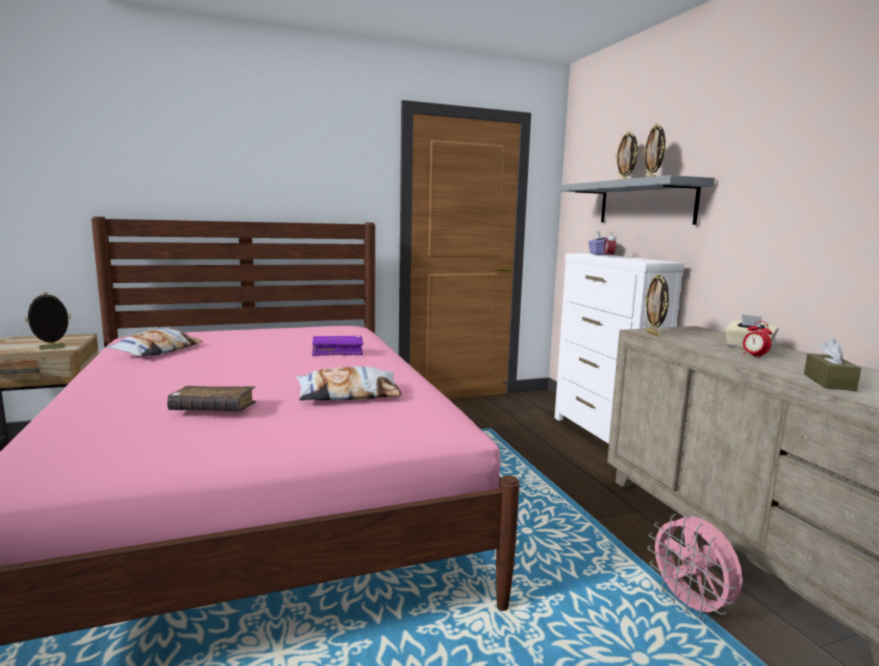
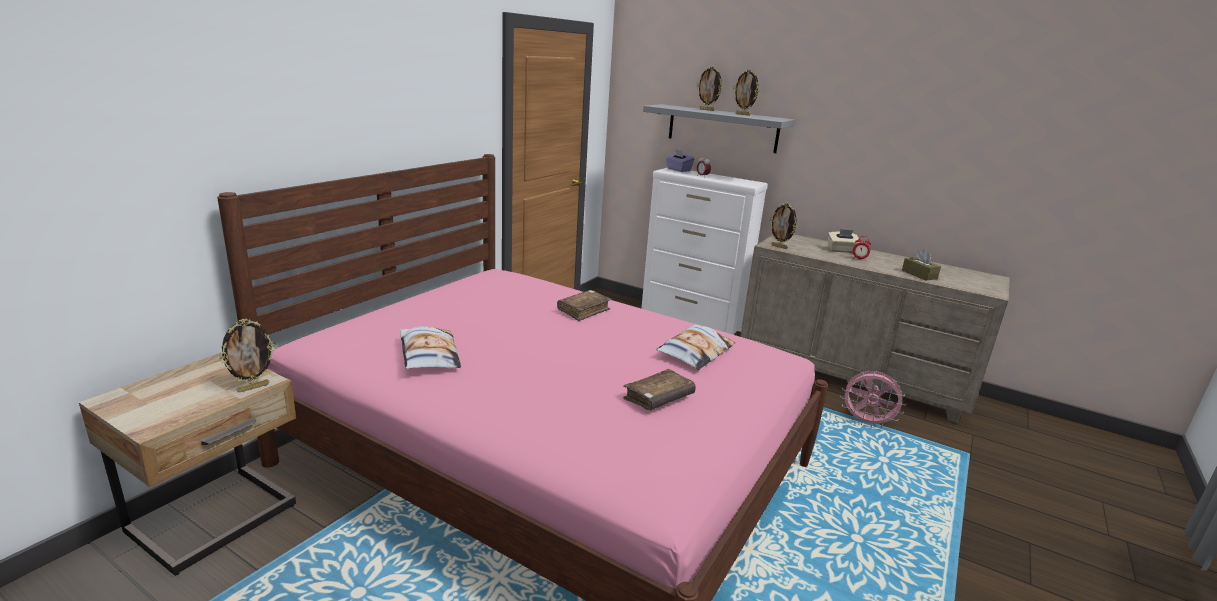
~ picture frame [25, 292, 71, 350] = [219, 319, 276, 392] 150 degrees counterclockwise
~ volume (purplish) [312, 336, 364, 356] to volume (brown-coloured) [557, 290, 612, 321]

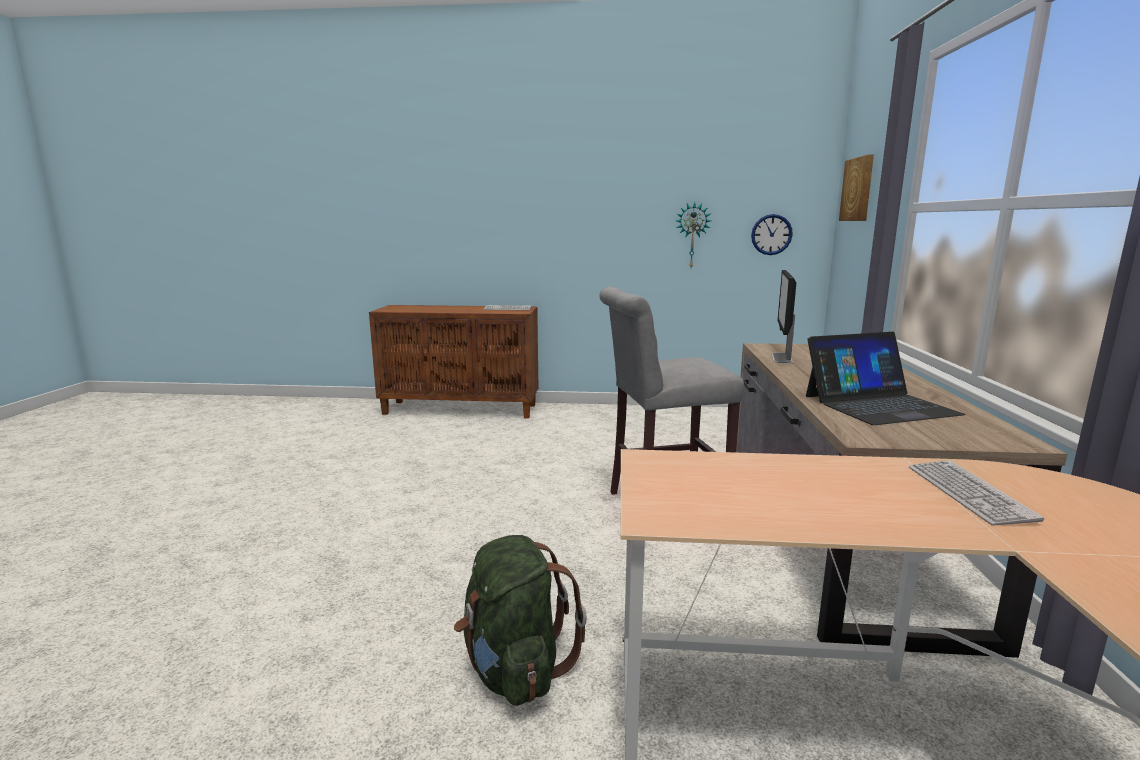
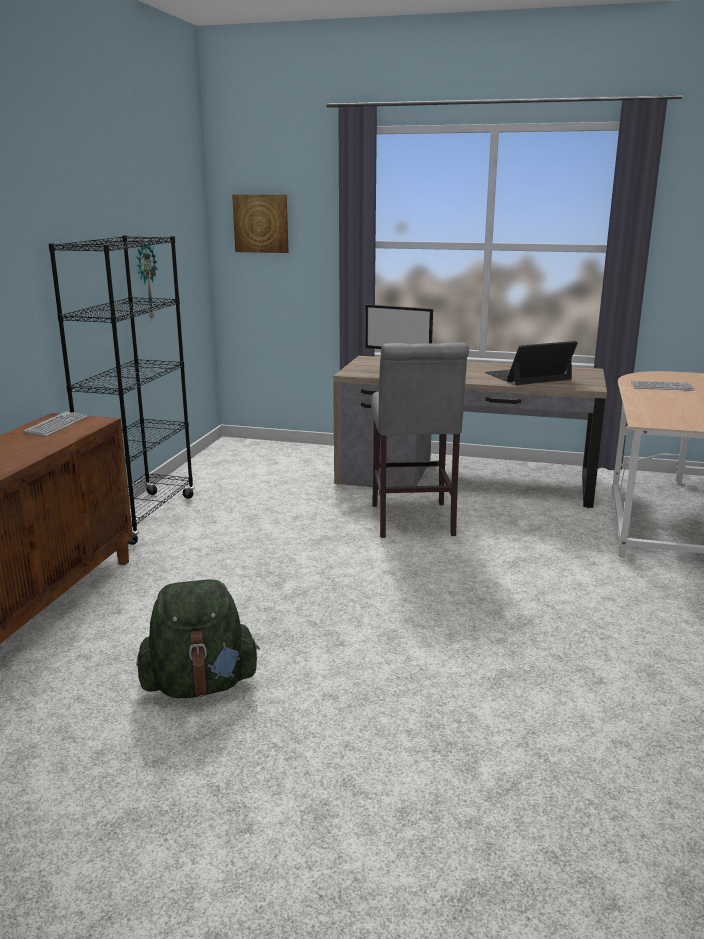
+ bookcase (black-coloured) [49, 235, 194, 545]
~ backpack (greenish) [454, 535, 587, 706] to [136, 579, 260, 698]
~ laptop [806, 332, 966, 425] = [485, 341, 578, 385] 105 degrees counterclockwise
- wall clock [751, 214, 793, 255]

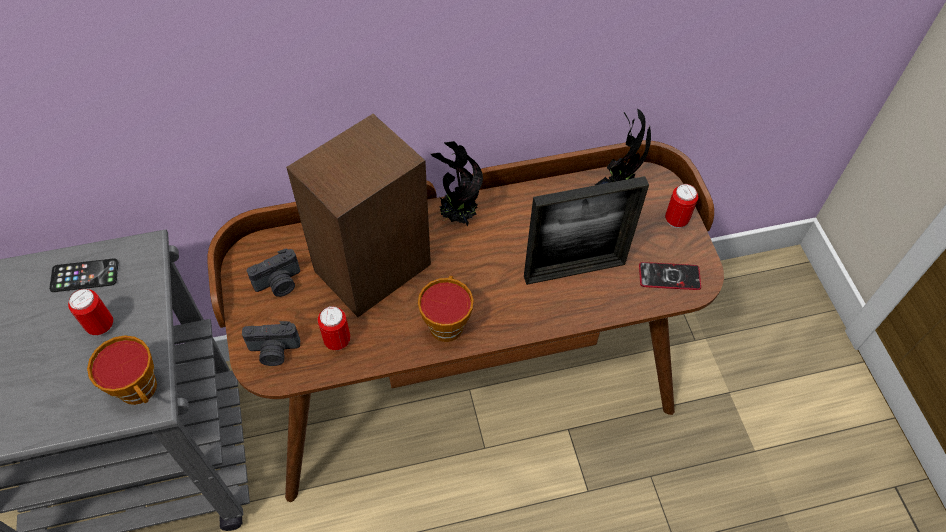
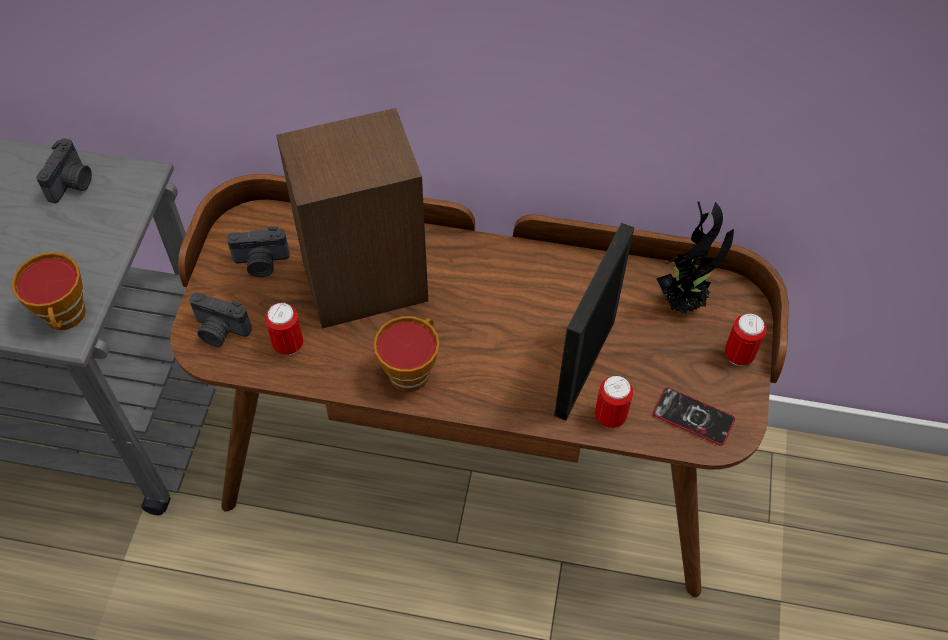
~ phone [49, 258, 118, 292] to photo camera [36, 138, 92, 203]
~ picture frame [524, 176, 649, 285] = [554, 223, 634, 420] 105 degrees clockwise
~ can [68, 289, 113, 335] to [595, 375, 633, 428]
- plant in a pot [431, 141, 483, 227]

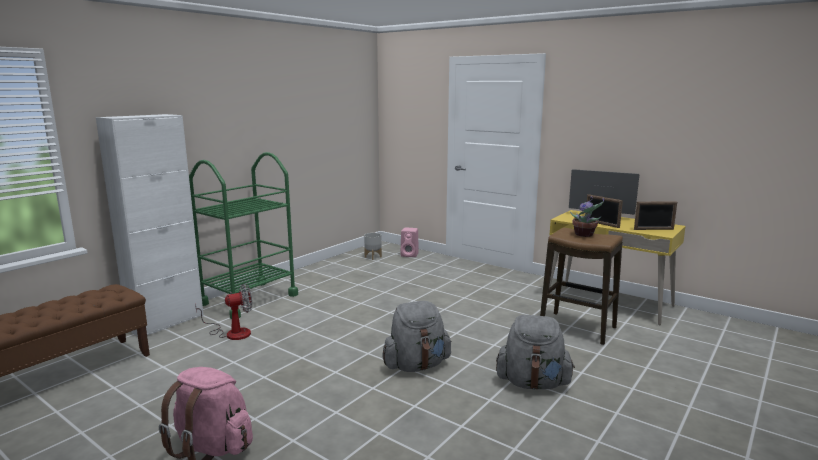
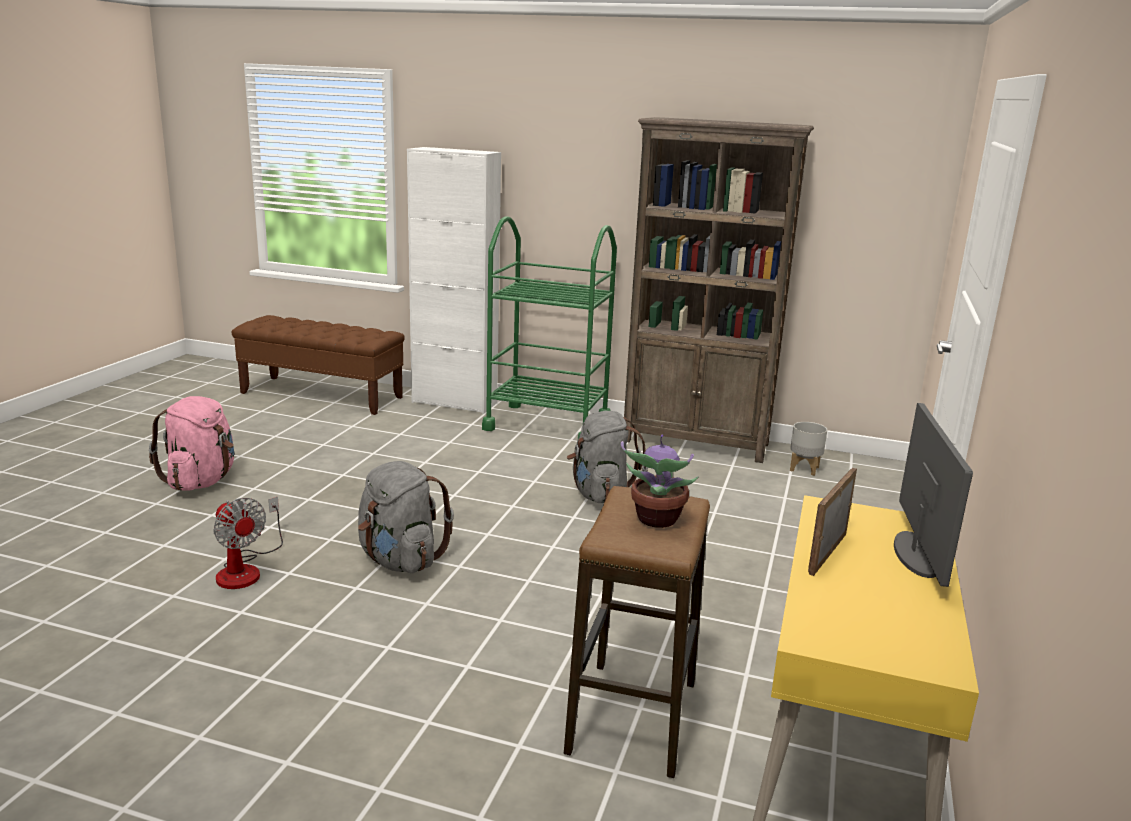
~ cooling fan [195, 284, 252, 340] to [213, 497, 283, 589]
~ backpack (greyish) [496, 315, 575, 390] to [567, 411, 648, 503]
+ bookcase (brown-coloured) [624, 117, 814, 463]
- speaker (pinkish) [400, 227, 419, 257]
- picture frame [634, 201, 677, 230]

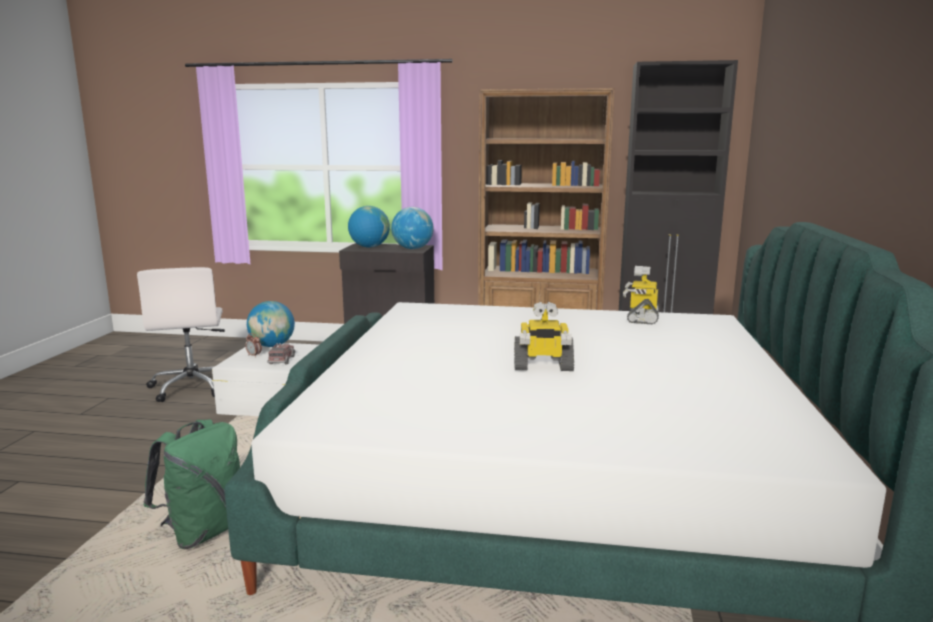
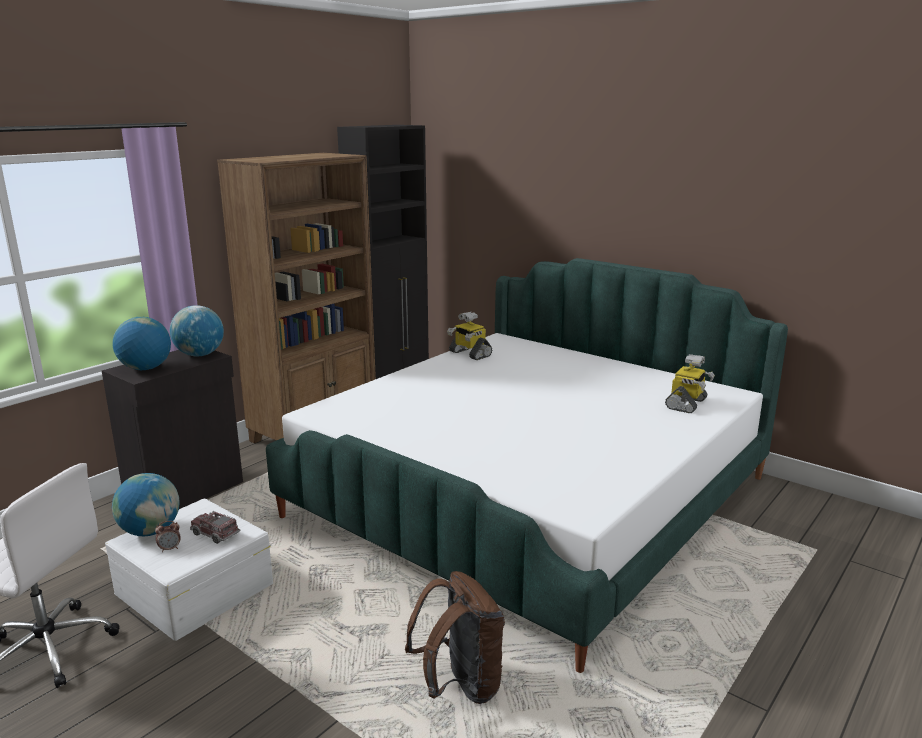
~ backpack (greenish) [143, 419, 240, 549] to backpack (brown-coloured) [405, 571, 505, 704]
~ robot figure [514, 302, 574, 371] to [665, 354, 715, 413]

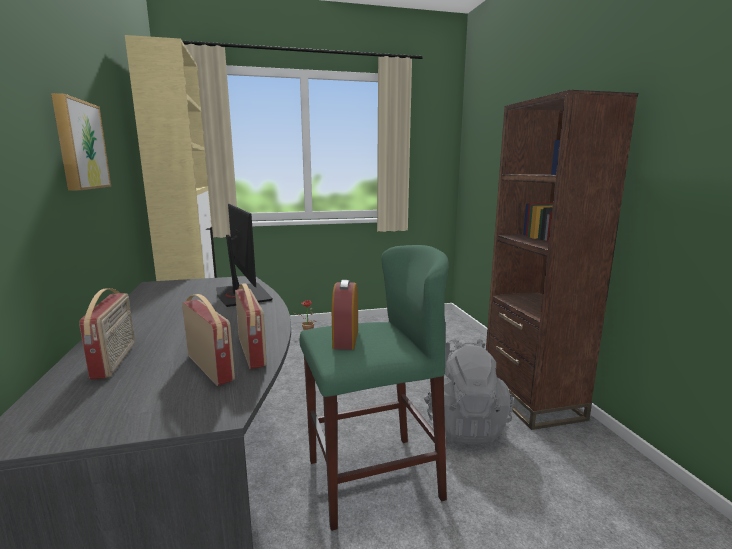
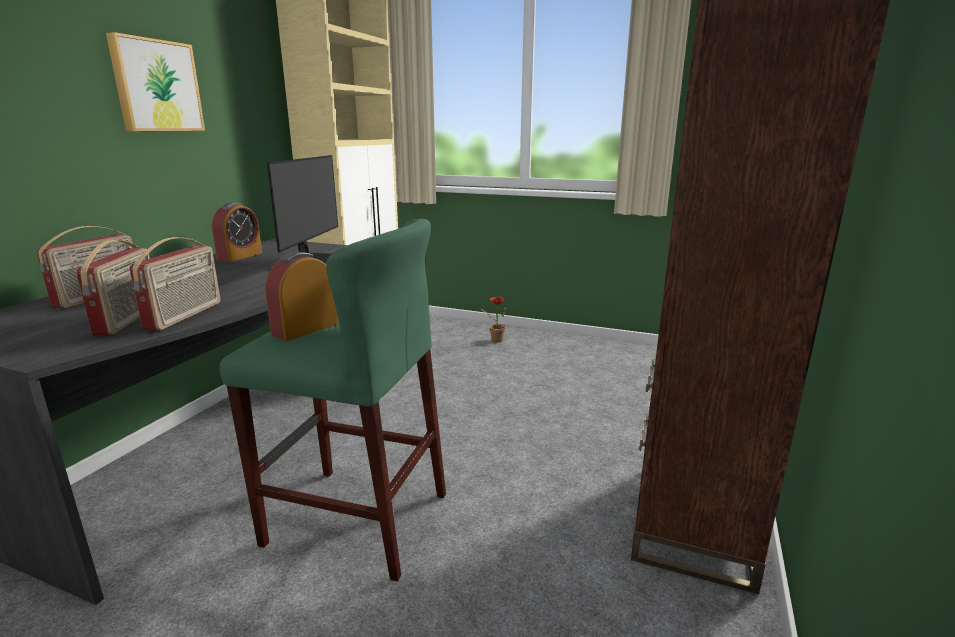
+ alarm clock [212, 202, 262, 262]
- backpack (greyish) [424, 338, 514, 444]

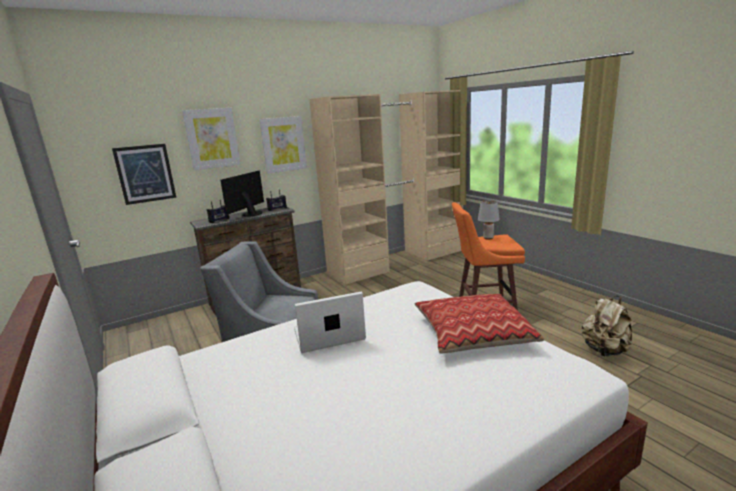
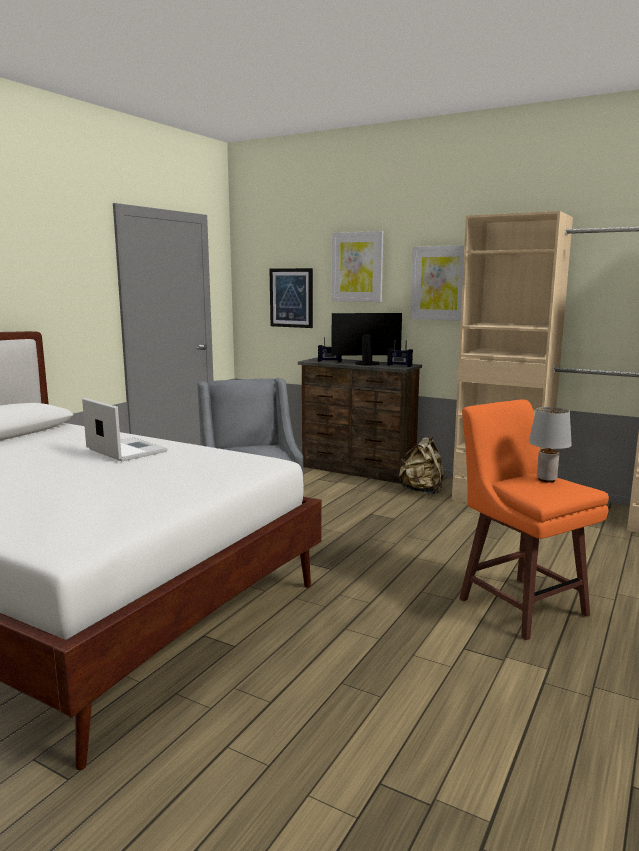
~ backpack (sand-coloured) [582, 296, 632, 356] to [399, 436, 445, 495]
- cushion [415, 294, 545, 354]

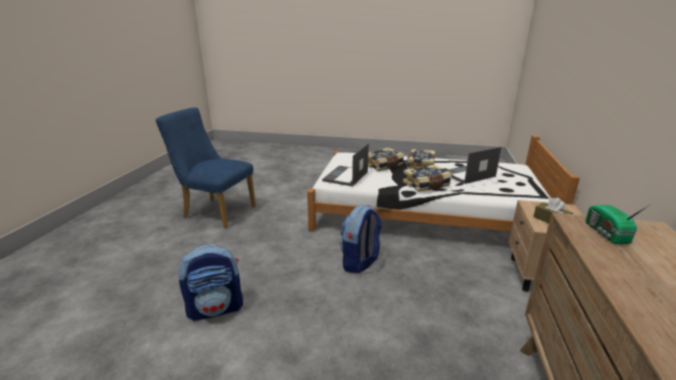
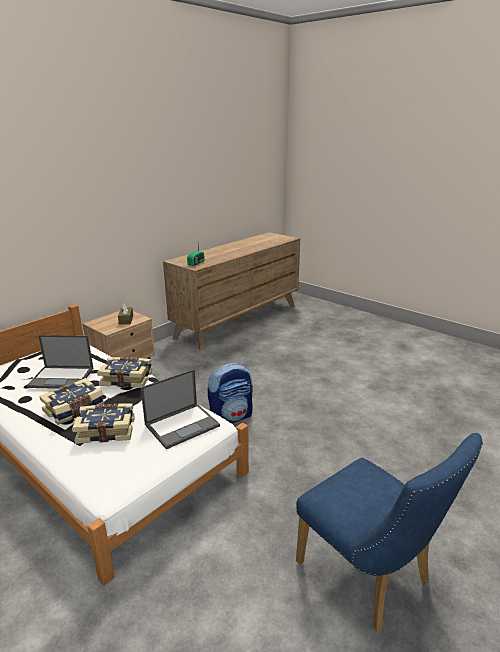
- backpack [179, 244, 243, 320]

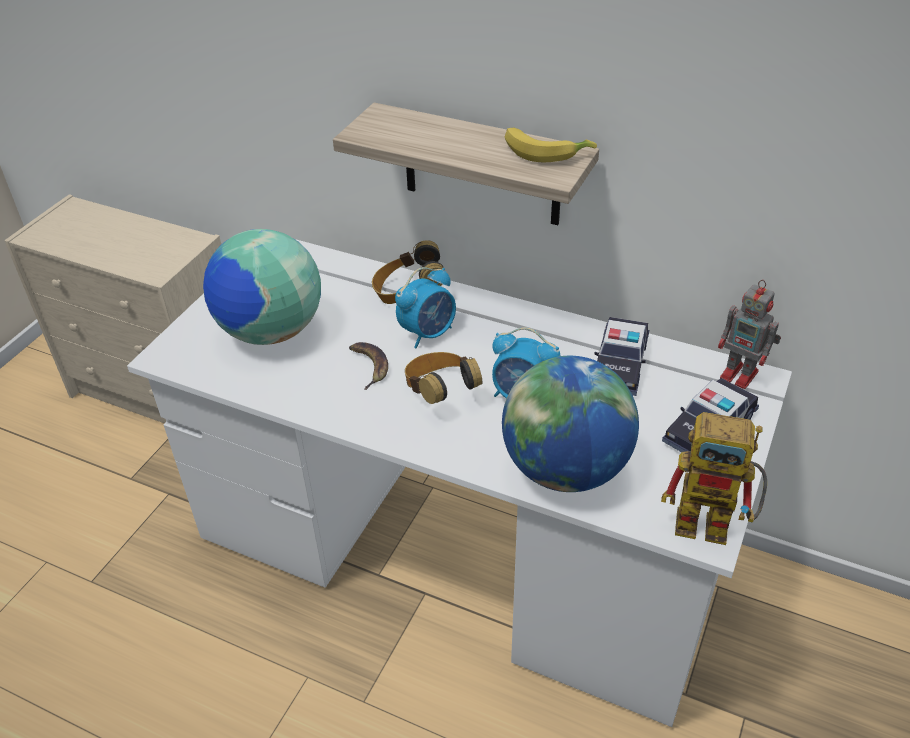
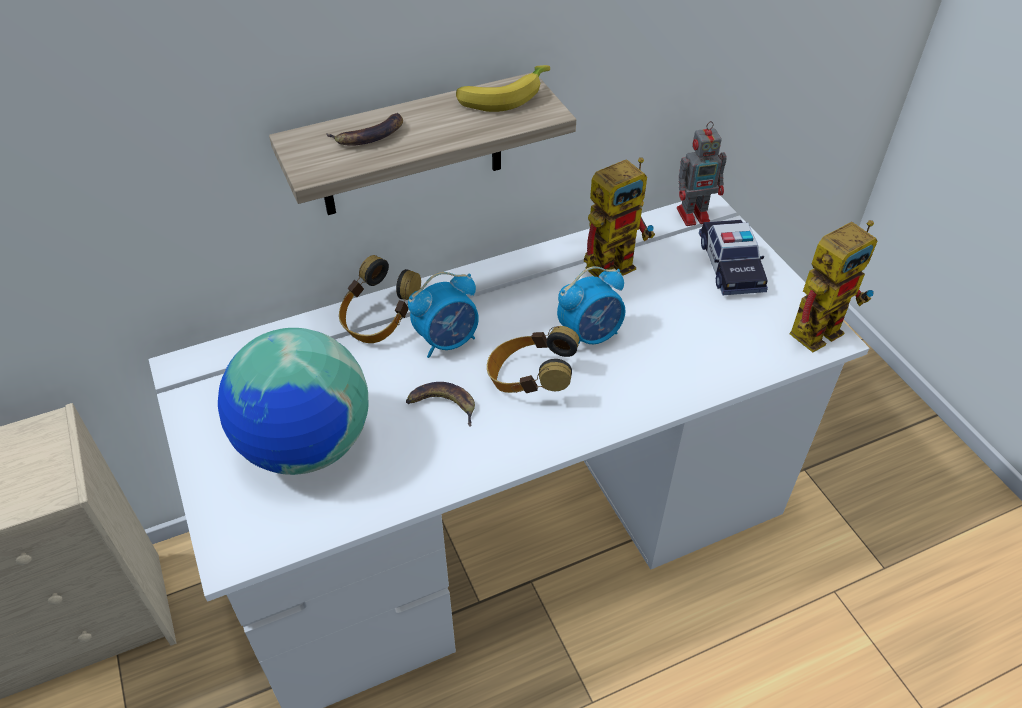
+ banana fruit [326, 113, 403, 146]
~ alarm clock [395, 267, 456, 348] = [408, 272, 479, 358] 60 degrees clockwise
~ miniature car [594, 317, 649, 396] to robot figure [584, 157, 655, 277]
- world globe [502, 356, 639, 492]

